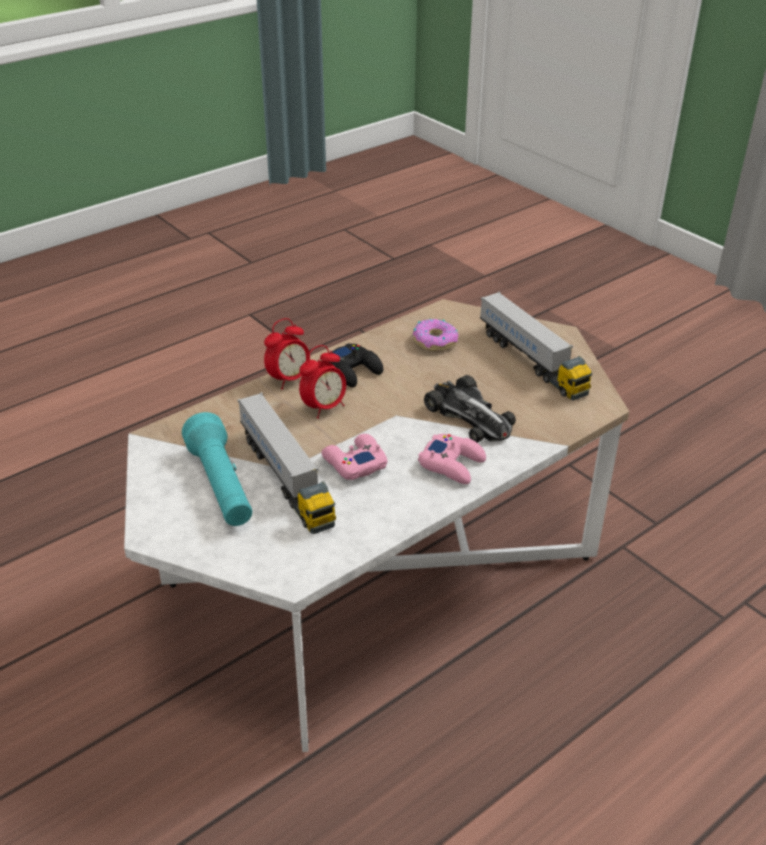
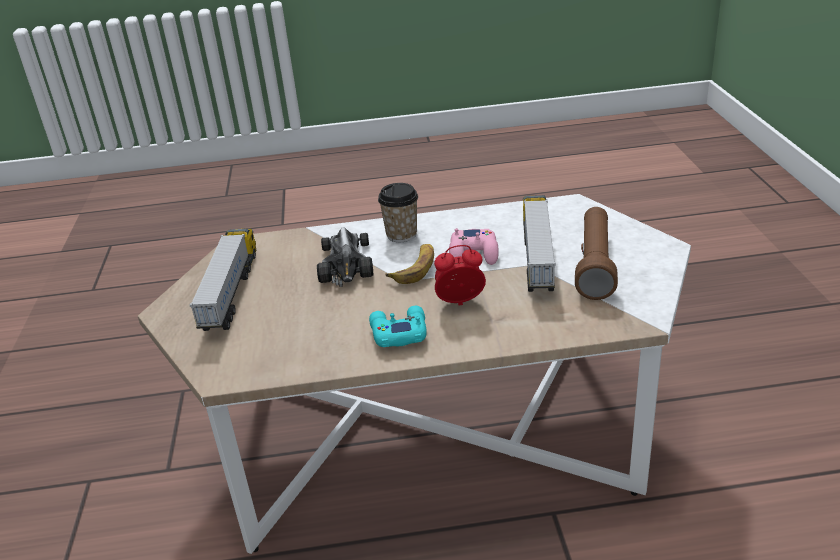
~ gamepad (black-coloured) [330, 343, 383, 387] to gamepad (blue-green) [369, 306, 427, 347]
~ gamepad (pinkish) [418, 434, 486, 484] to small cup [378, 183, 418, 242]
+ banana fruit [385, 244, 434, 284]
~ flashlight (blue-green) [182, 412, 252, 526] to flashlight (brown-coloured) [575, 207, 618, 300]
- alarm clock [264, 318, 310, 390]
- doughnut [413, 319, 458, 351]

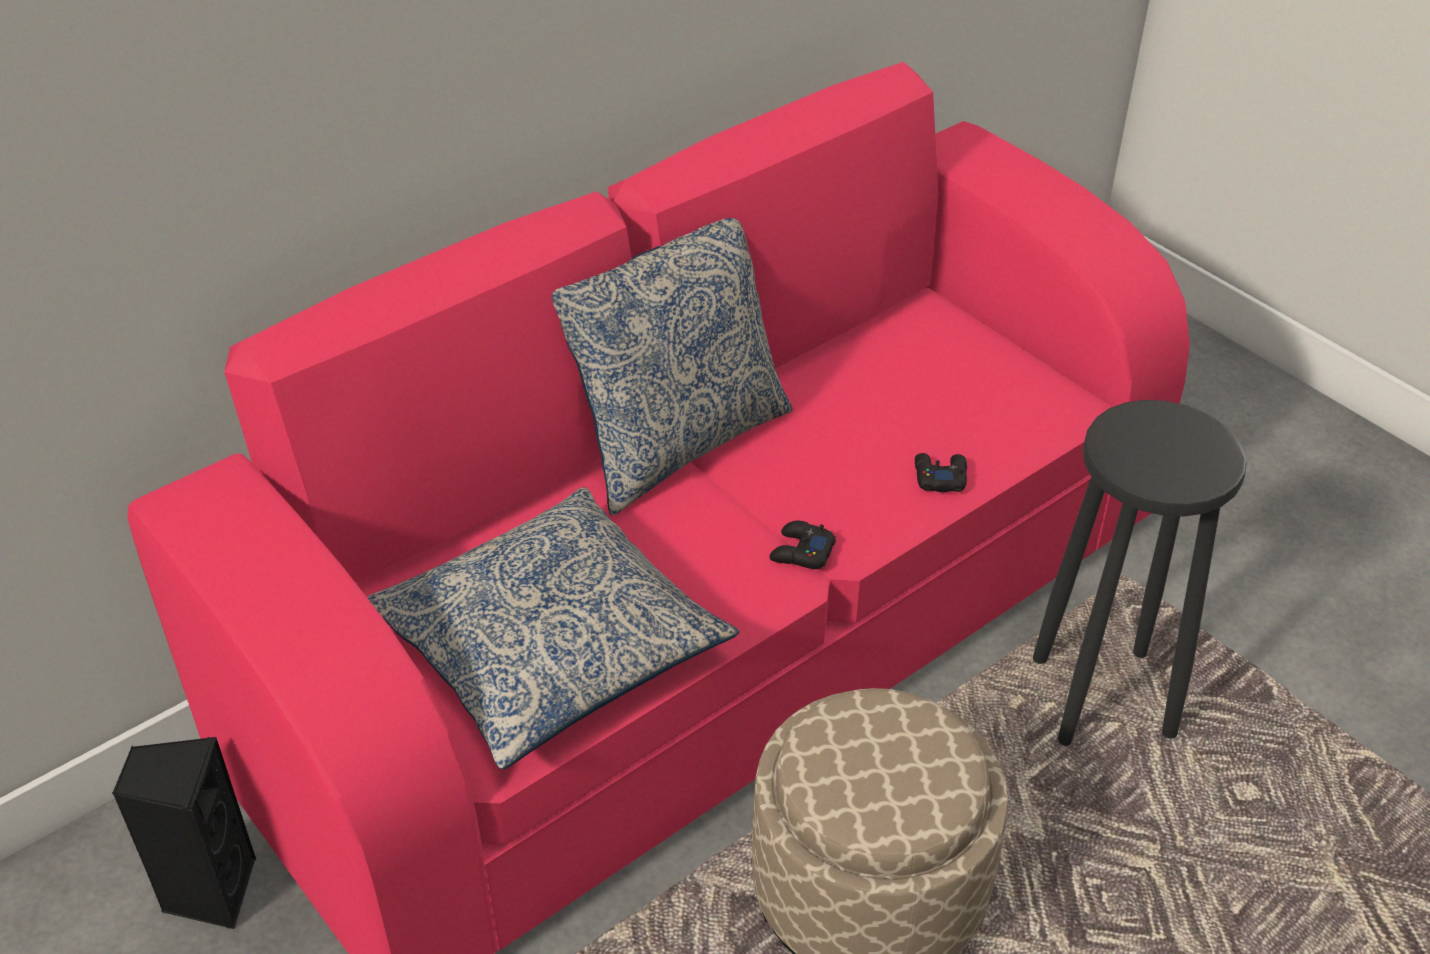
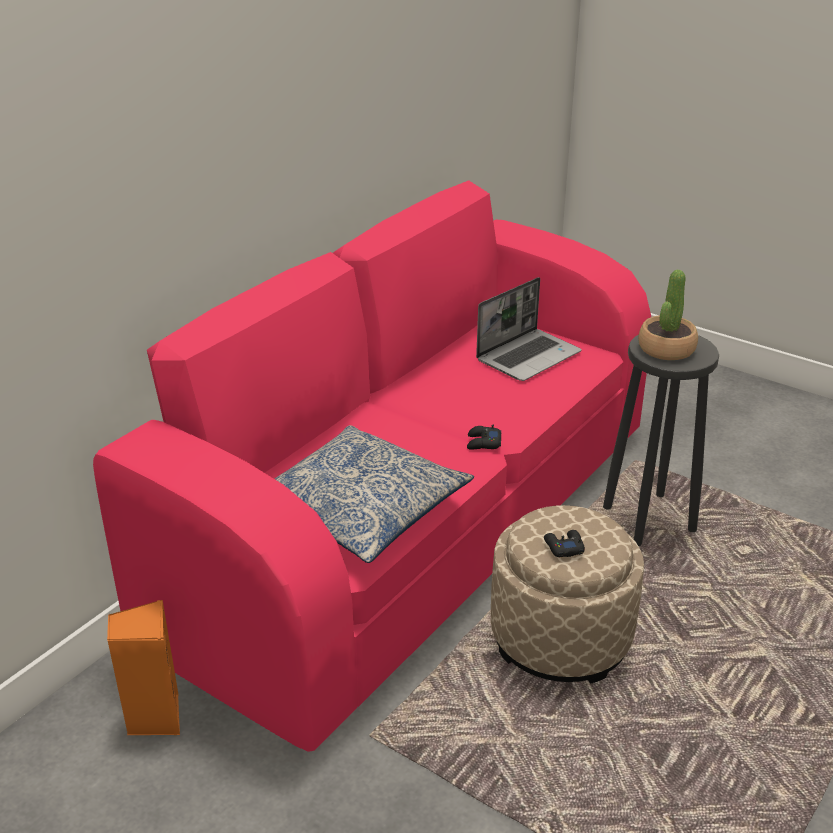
~ speaker (black-coloured) [112, 737, 256, 929] to speaker (orangey) [107, 600, 180, 736]
+ laptop [476, 277, 582, 381]
~ gamepad (black-coloured) [915, 453, 967, 492] to [544, 530, 585, 557]
+ plant in a pot [638, 270, 698, 360]
- cushion [552, 218, 793, 515]

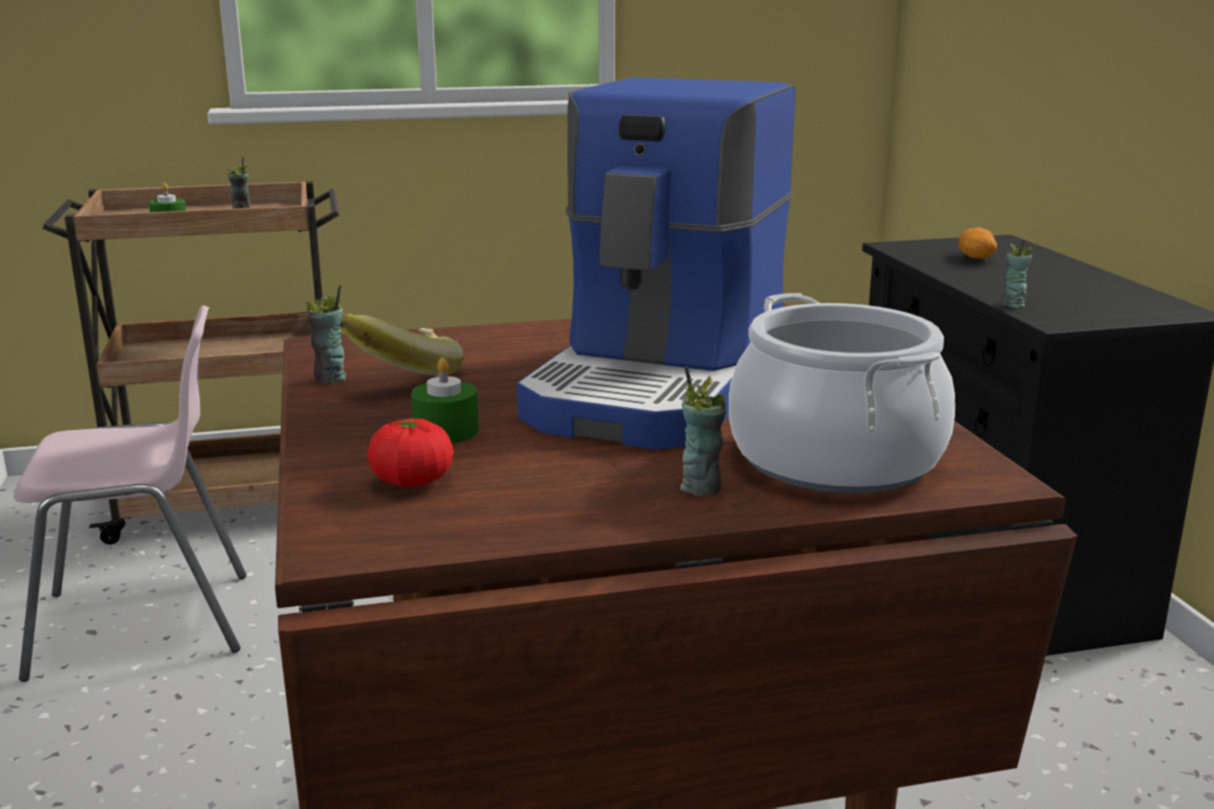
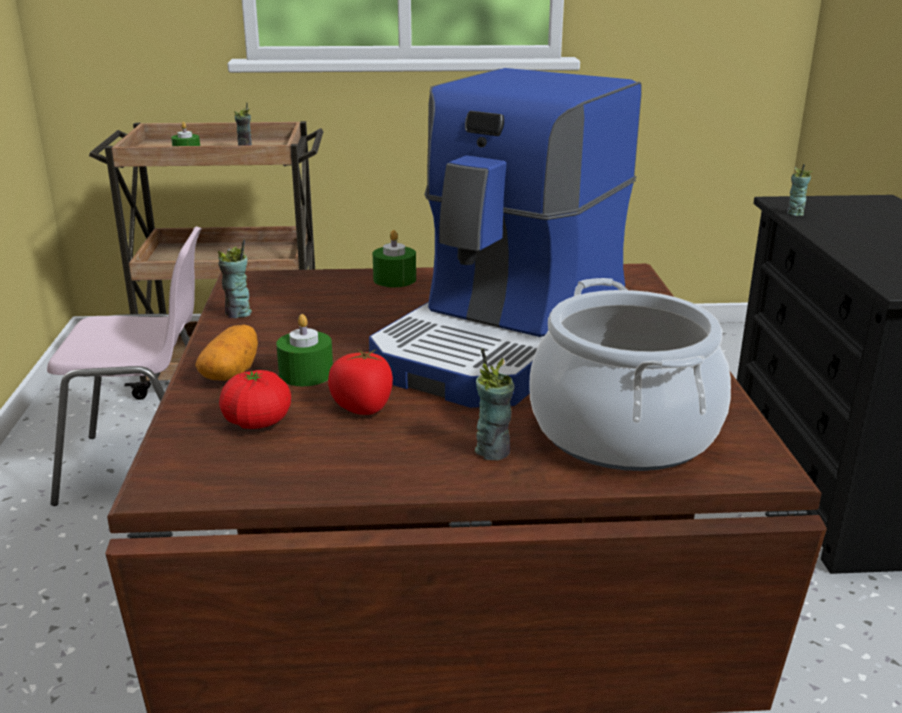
~ potato [959, 227, 997, 259] to [195, 325, 258, 381]
+ fresh tomato [328, 349, 393, 415]
+ wax candle (greenish) [373, 230, 416, 287]
~ small cup [1002, 239, 1033, 308] to [787, 164, 813, 216]
- banana fruit [339, 314, 464, 376]

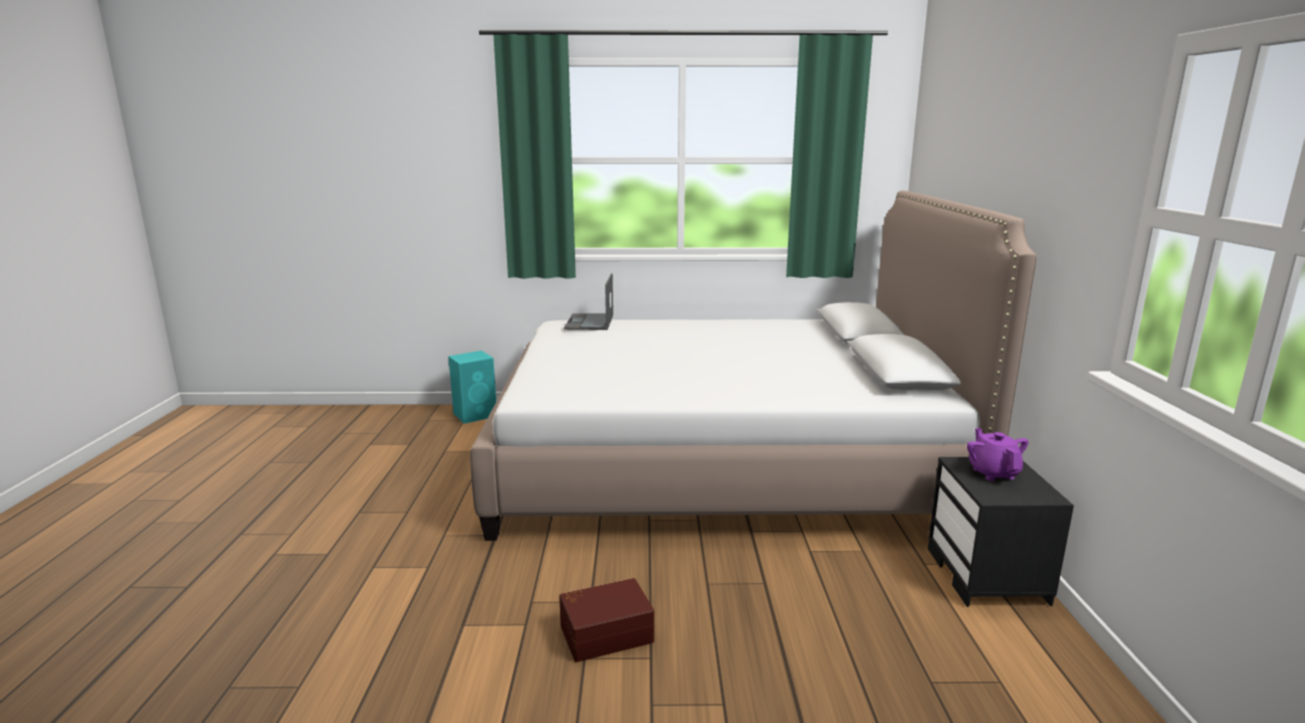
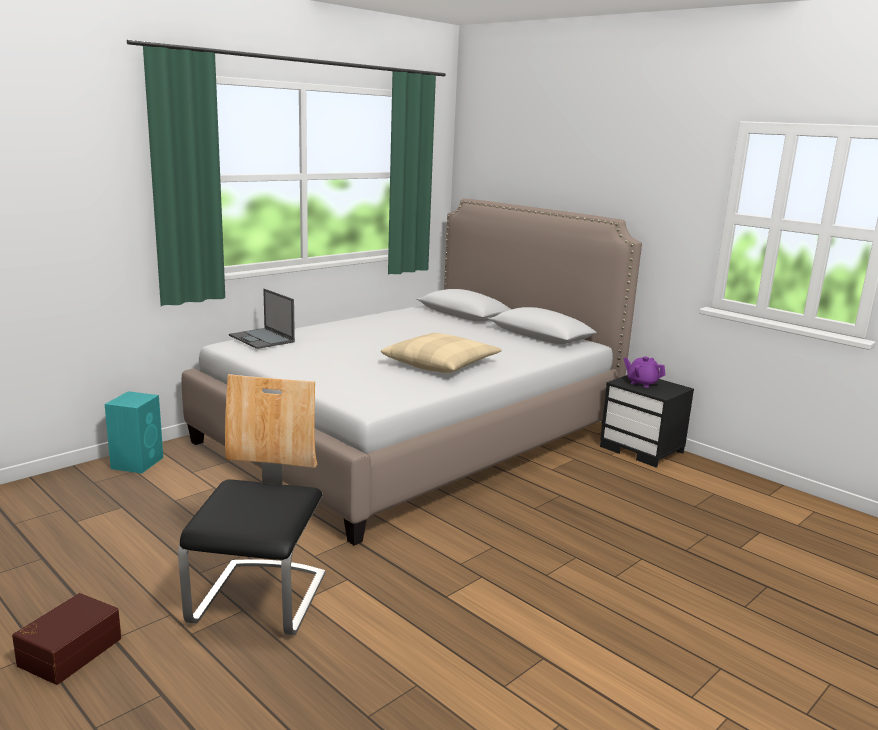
~ storage bin (brown-coloured) [559, 578, 654, 662] to [12, 593, 121, 685]
+ chair [178, 374, 326, 635]
+ cushion (sand-coloured) [381, 333, 502, 373]

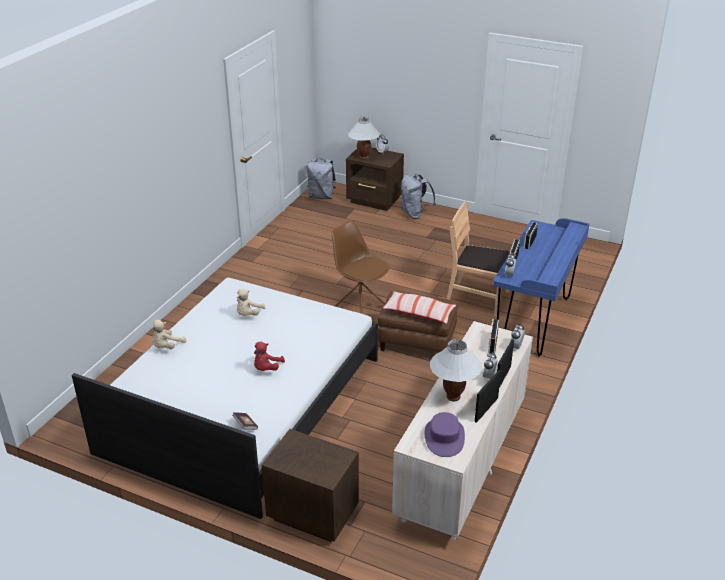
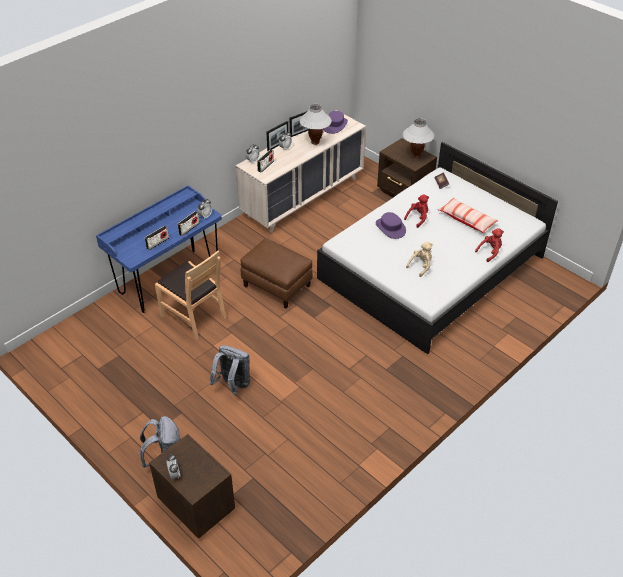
~ backpack (greyish) [307, 158, 336, 199] to [210, 346, 250, 395]
+ wearable hat (purplish) [375, 212, 406, 239]
~ table lamp (white-coloured) [348, 117, 380, 160] to [403, 118, 434, 158]
~ cushion [382, 291, 456, 324] to [437, 197, 498, 233]
~ cuddly toy (sand-coloured) [151, 320, 186, 349] to cuddly toy (red-coloured) [475, 228, 504, 262]
- chair (brown-coloured) [332, 221, 389, 314]

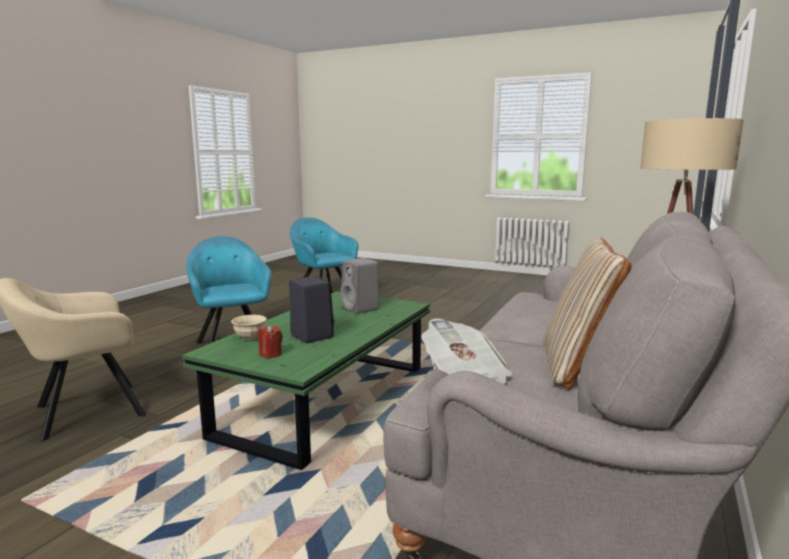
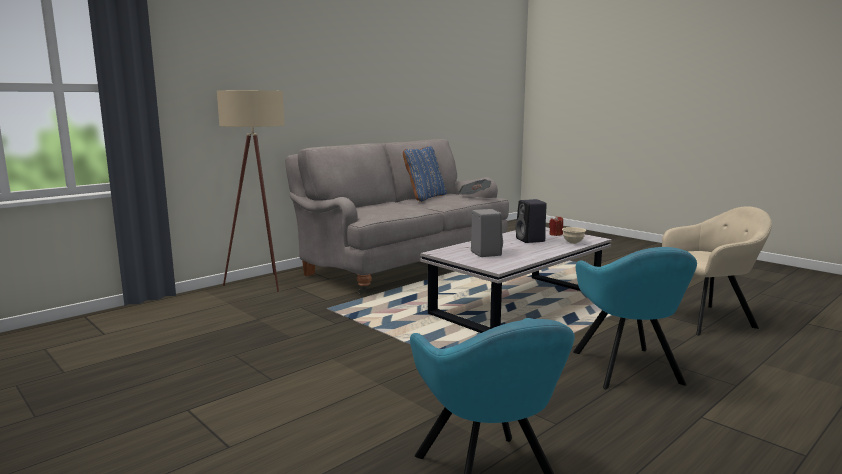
~ cushion (sand-coloured) [543, 237, 632, 389] to cushion (blue) [403, 146, 447, 202]
~ low table (greenish) [182, 291, 430, 470] to low table (white-coloured) [420, 227, 612, 333]

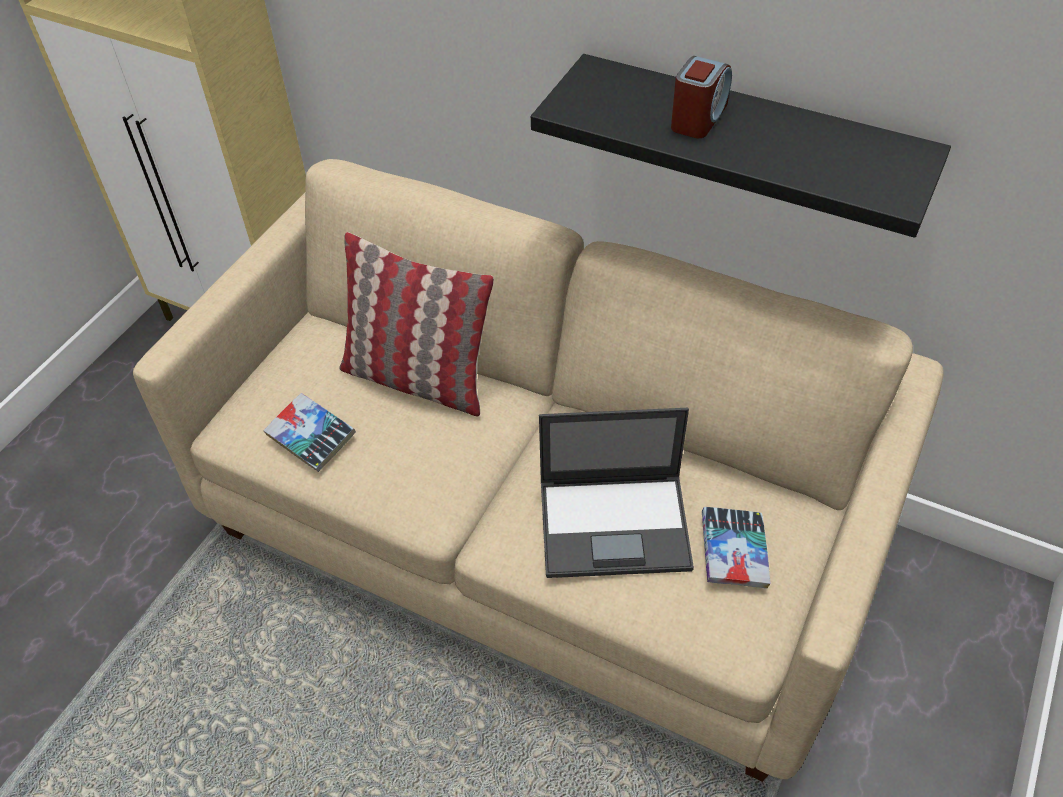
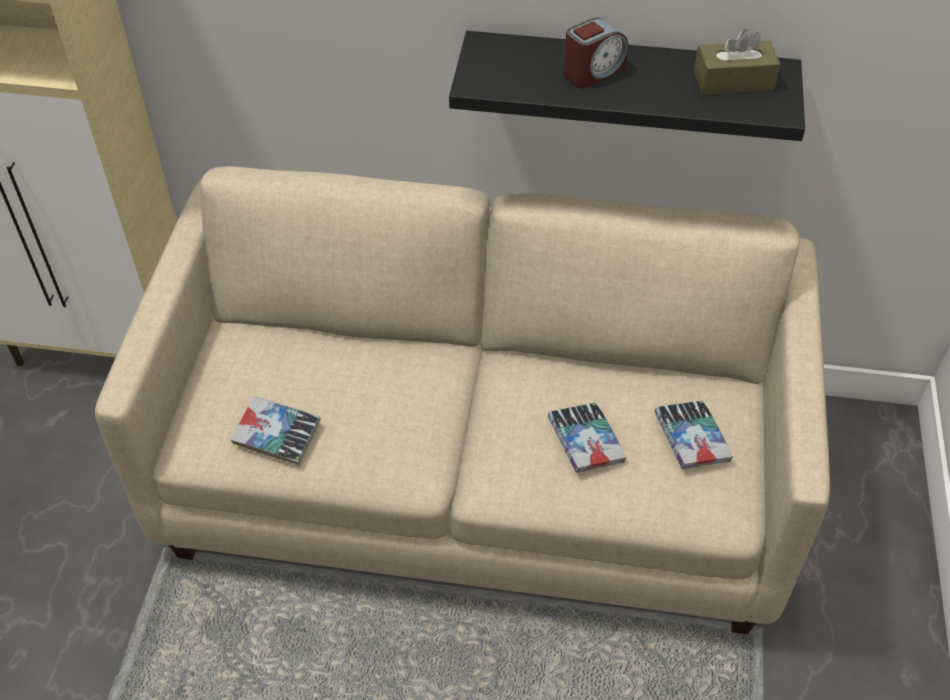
~ laptop [539, 408, 694, 578] to volume [548, 403, 626, 473]
~ alarm clock [671, 56, 732, 138] = [563, 18, 628, 88] 45 degrees clockwise
+ tissue holder (brown-coloured) [694, 29, 781, 95]
- cushion [339, 232, 494, 417]

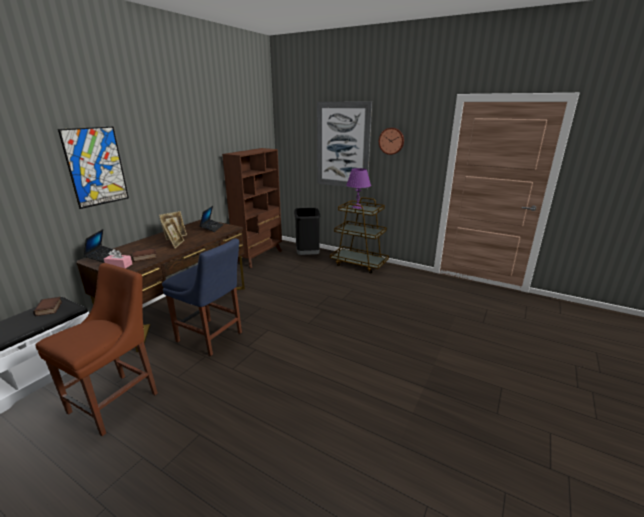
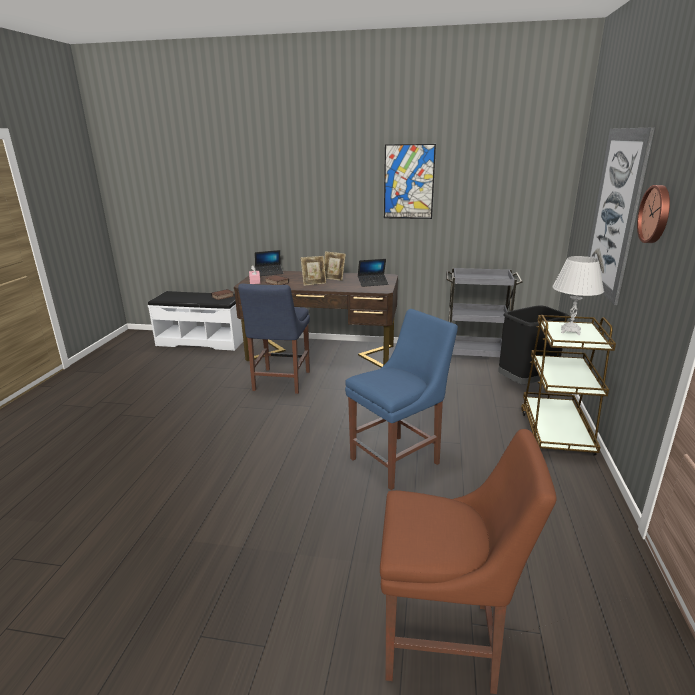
+ chair (blue) [345, 309, 458, 490]
~ chair (brown-coloured) [35, 263, 158, 436] to [380, 429, 557, 694]
~ wall picture [58, 126, 129, 209] to [384, 144, 436, 219]
~ bookcase (brown-coloured) [222, 148, 282, 268] to cart (greyish) [446, 268, 523, 357]
~ table lamp (purplish) [346, 168, 371, 210] to table lamp (white-coloured) [553, 256, 604, 335]

